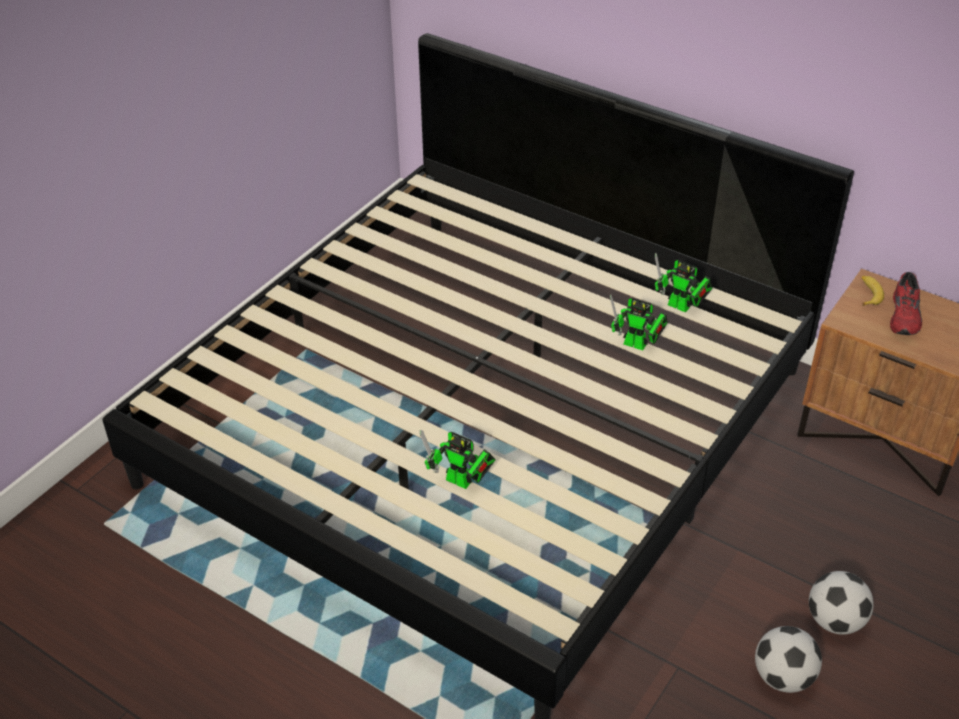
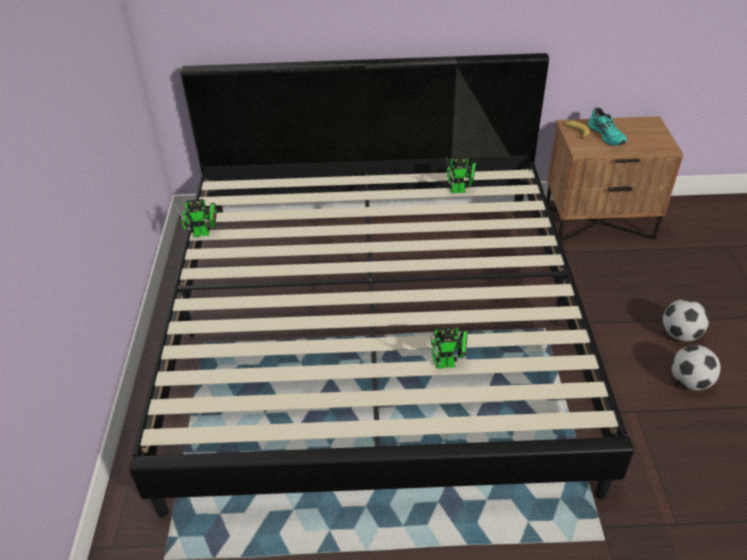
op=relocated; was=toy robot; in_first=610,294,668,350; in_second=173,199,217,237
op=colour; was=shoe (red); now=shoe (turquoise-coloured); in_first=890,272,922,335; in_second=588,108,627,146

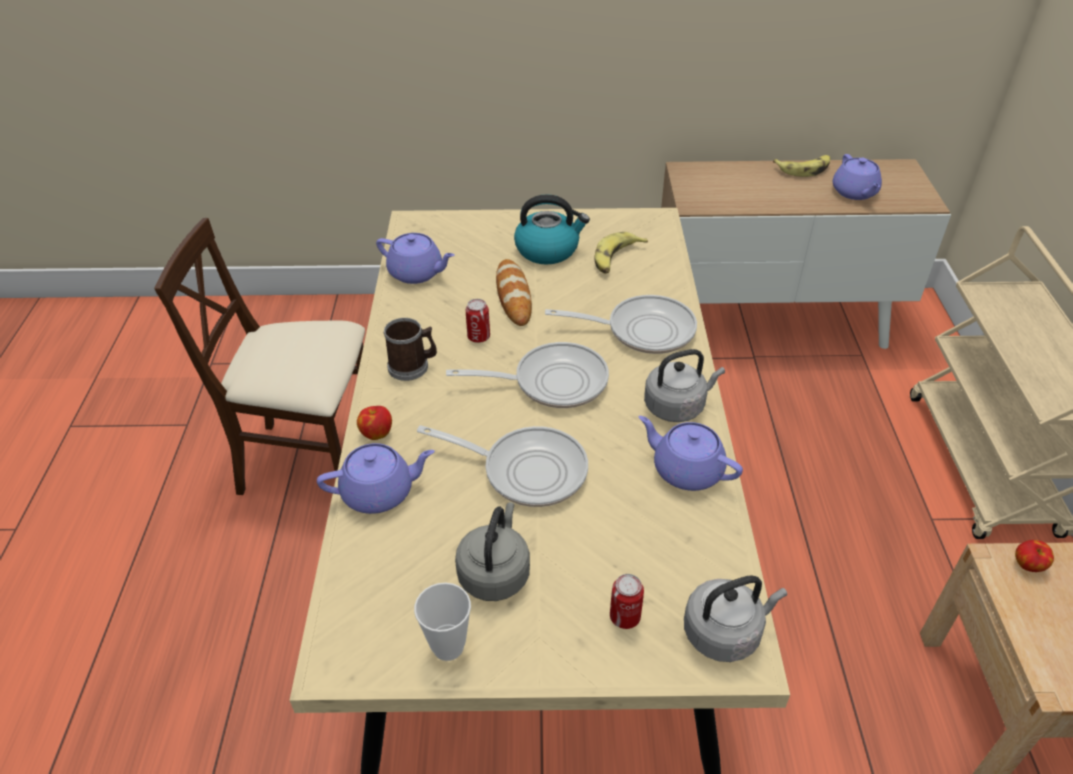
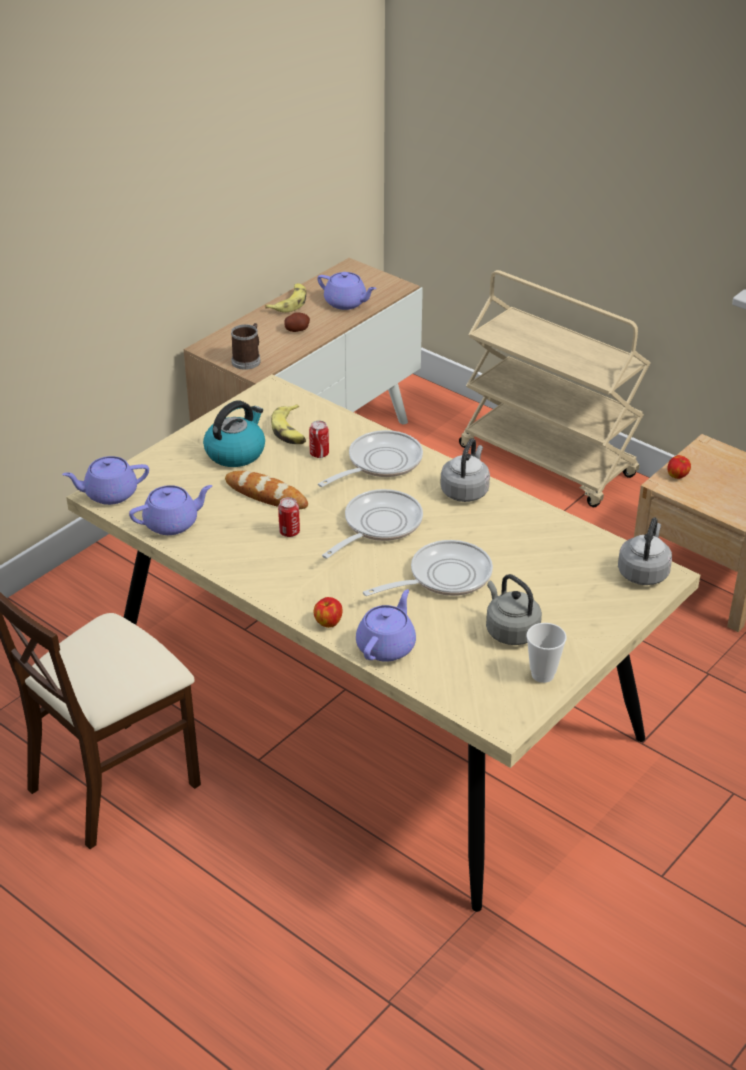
op=relocated; was=tea mug; in_first=383,318,437,381; in_second=231,323,261,370
op=relocated; was=metal can; in_first=610,574,644,629; in_second=309,420,329,458
op=relocated; was=tea pot (purple); in_first=638,416,743,491; in_second=62,456,149,505
op=appeared; now=spud; in_second=284,313,310,332

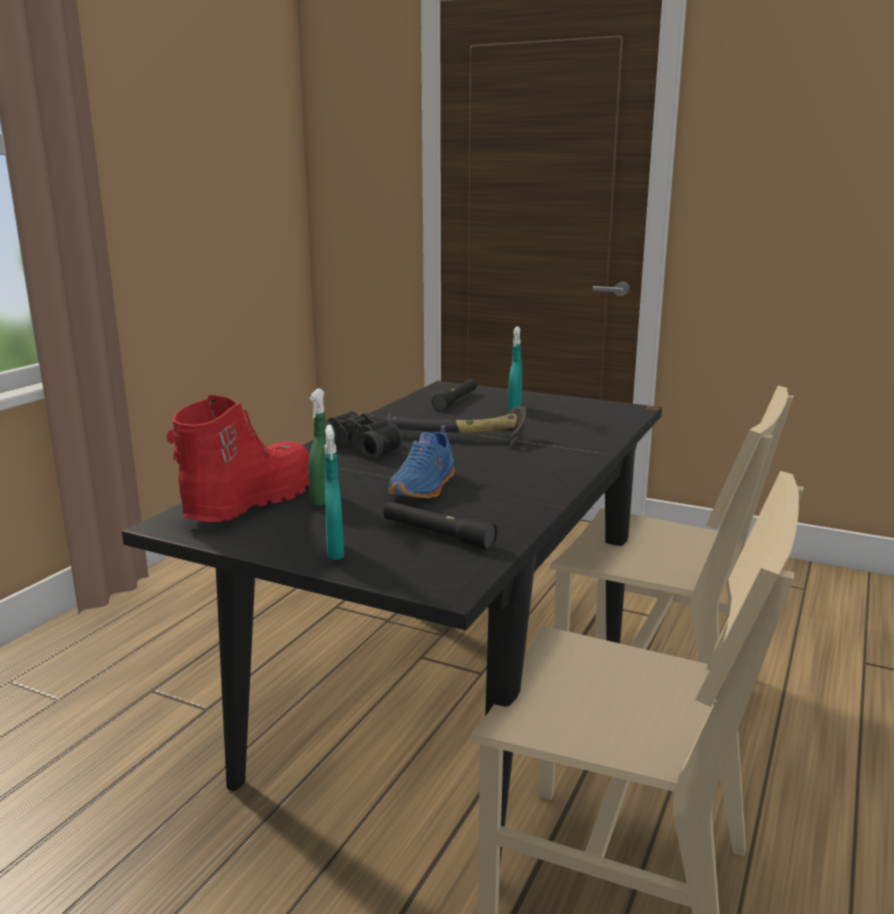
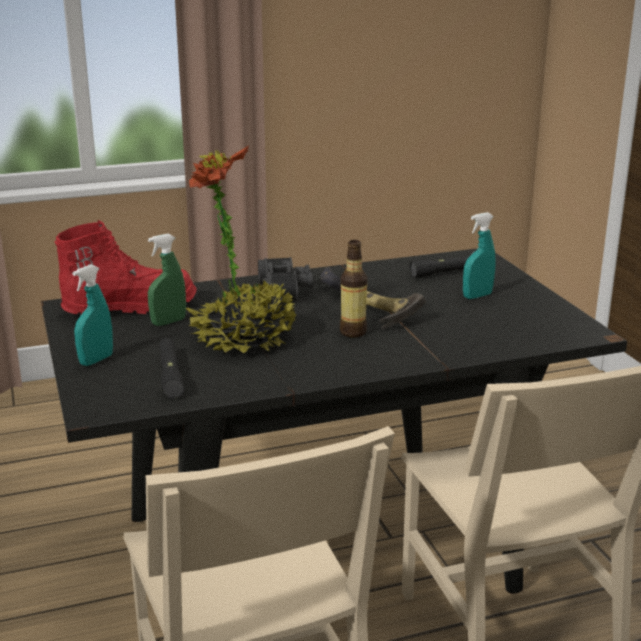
op=exchanged; was=shoe (blue); now=potted plant; in_first=388,425,455,498; in_second=186,146,296,353
op=appeared; now=drink bottle; in_second=340,240,367,337

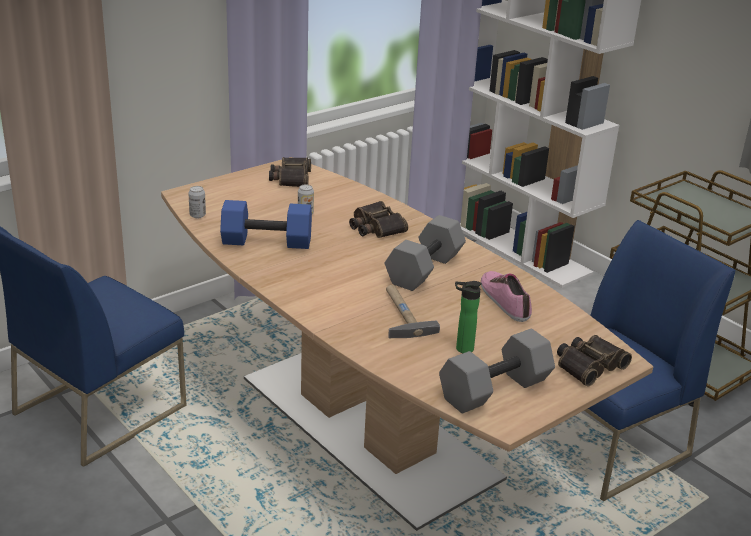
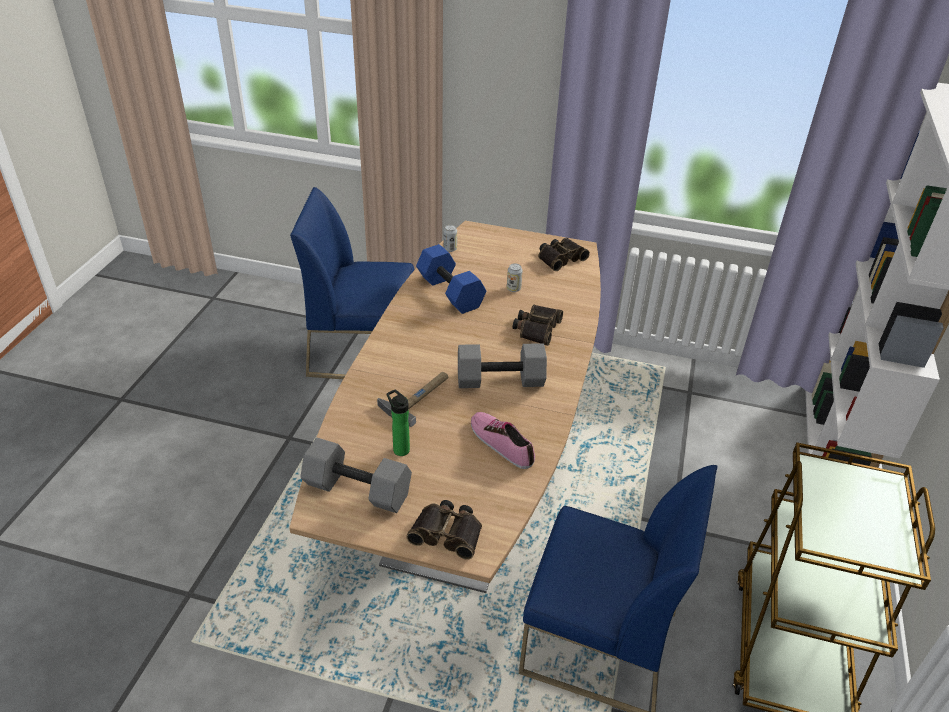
op=spun; was=shoe; in_first=481,271,532,322; in_second=471,412,535,469; clockwise=-75

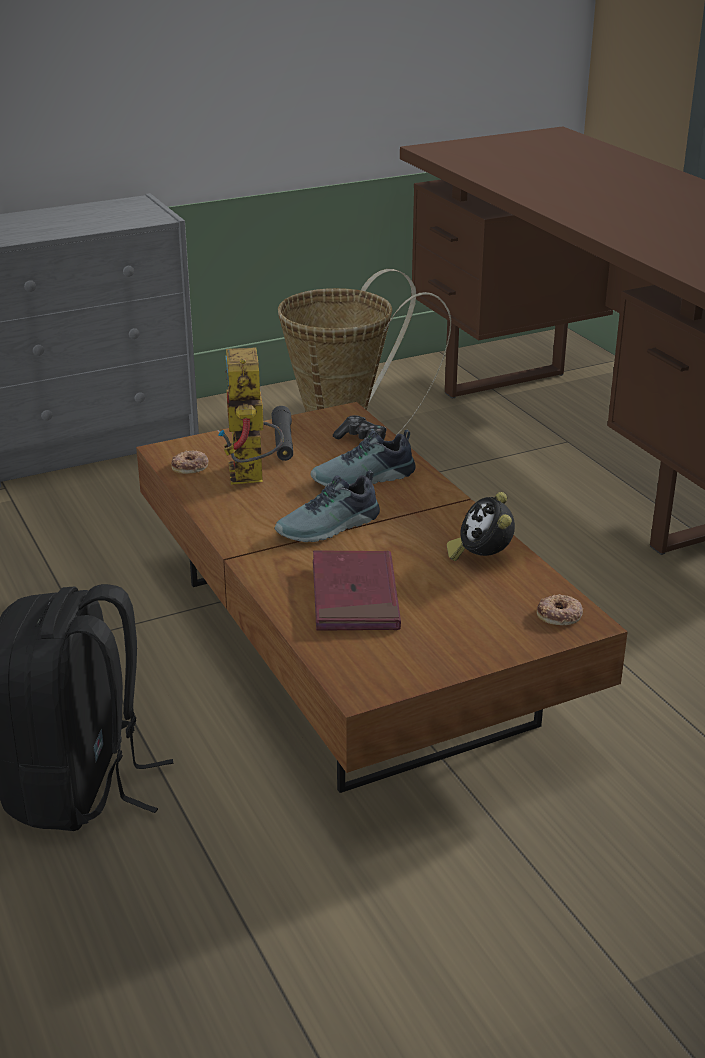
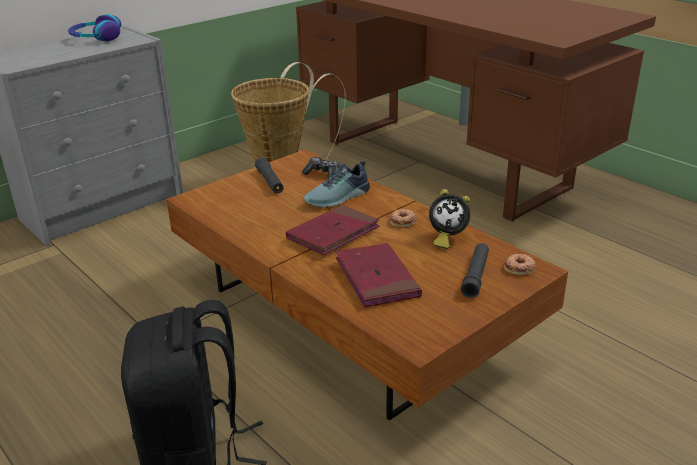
op=relocated; was=donut; in_first=171,450,209,474; in_second=390,209,417,227
op=missing; was=toy robot; in_first=217,347,284,485
op=exchanged; was=shoe; now=volume (red); in_first=274,470,380,542; in_second=286,205,380,255
op=spun; was=bedside clock; in_first=447,492,515,561; in_second=429,189,470,249; clockwise=-60
op=appeared; now=pair of headphones; in_second=68,14,121,41
op=appeared; now=torch (black-coloured); in_second=461,243,489,298

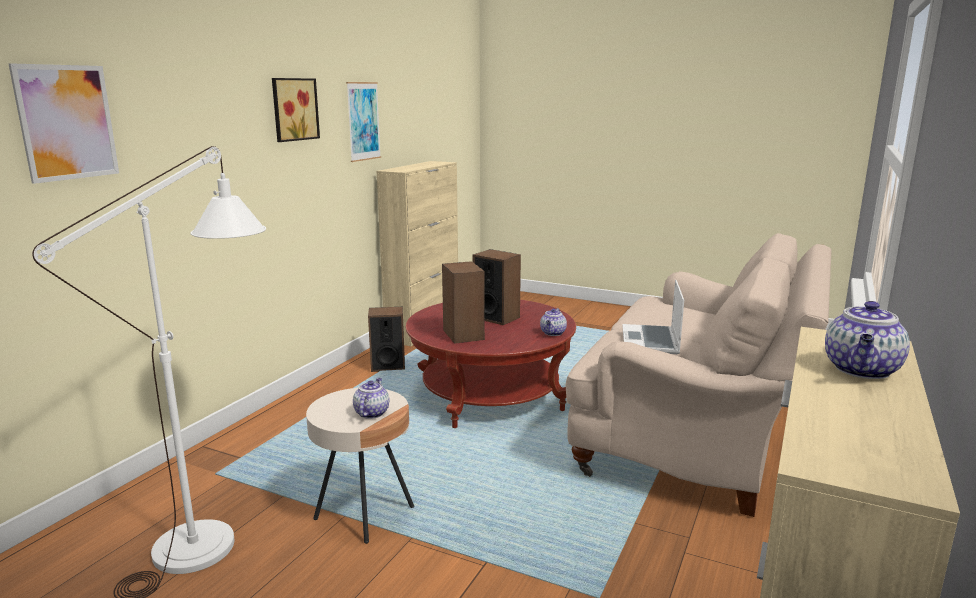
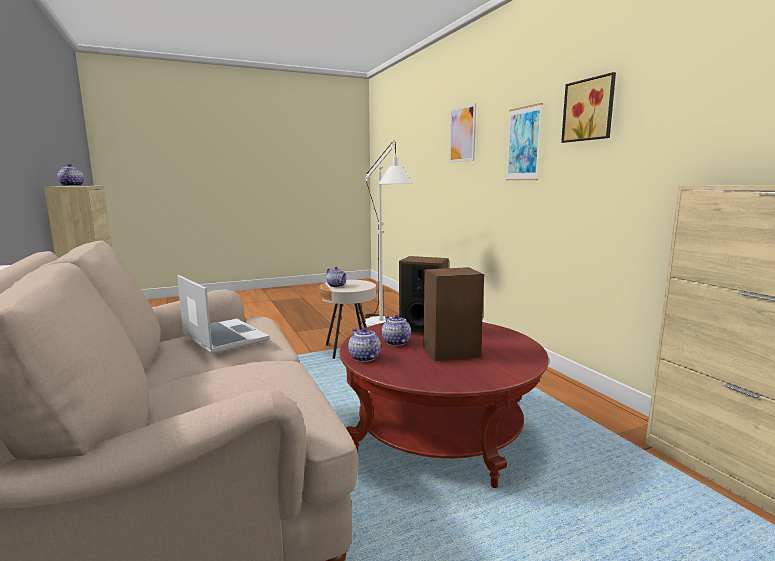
op=relocated; was=wall art; in_first=346,82,381,162; in_second=506,103,543,180
op=missing; was=audio speaker; in_first=368,307,405,372
op=appeared; now=tea pot; in_second=382,315,411,346

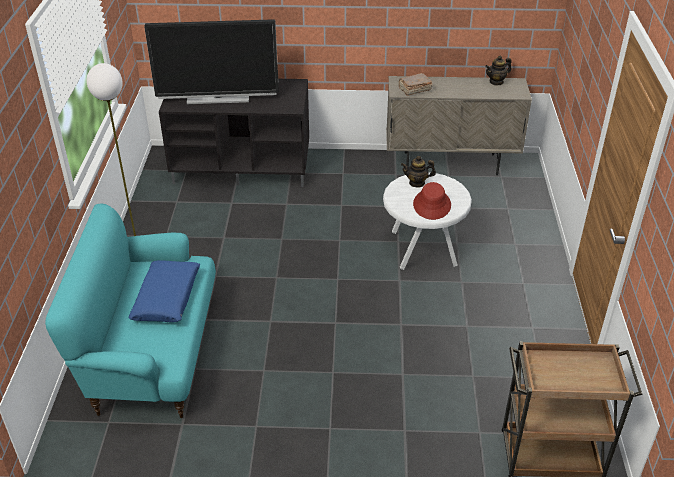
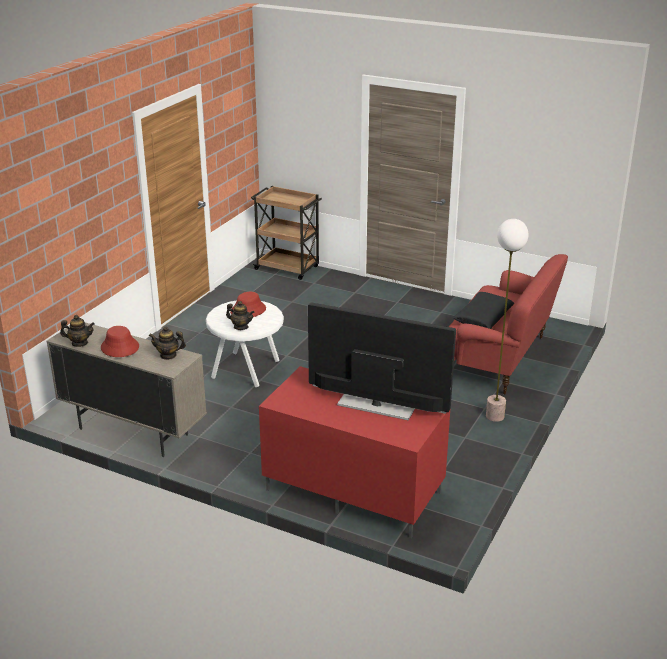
op=colour; was=sofa (turquoise-coloured); now=sofa (red); in_first=45,203,216,418; in_second=449,254,568,395
op=colour; was=cushion (blue); now=cushion (black-coloured); in_first=128,260,200,322; in_second=453,292,514,329
op=colour; was=tv stand (black-coloured); now=tv stand (red); in_first=159,79,309,187; in_second=259,366,450,538
op=exchanged; was=volume (brown); now=tea pot; in_first=398,73,432,96; in_second=149,326,186,360
op=appeared; now=wearable hat (red); in_second=101,326,139,357

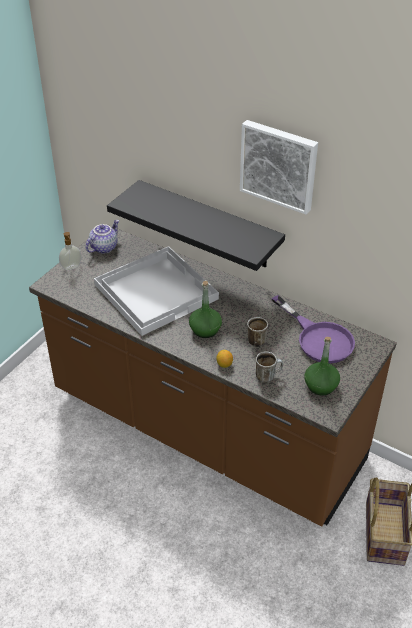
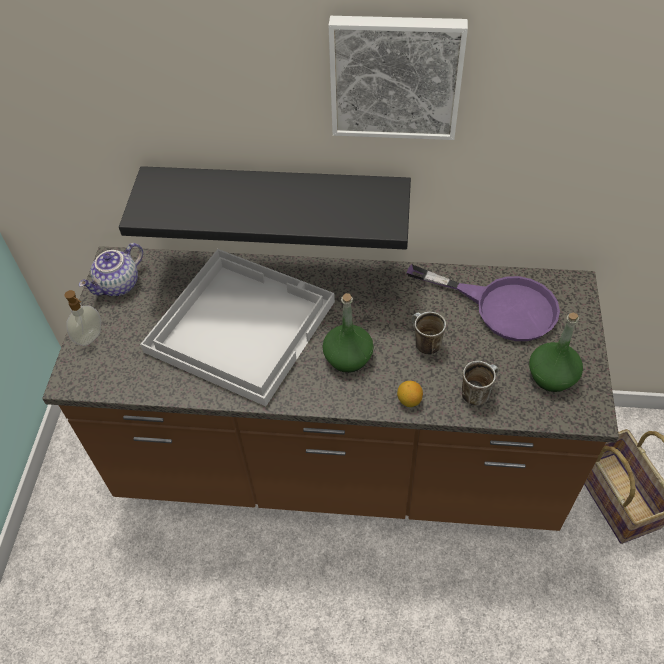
op=spun; was=tea pot; in_first=85,220,119,253; in_second=79,243,143,296; clockwise=-150

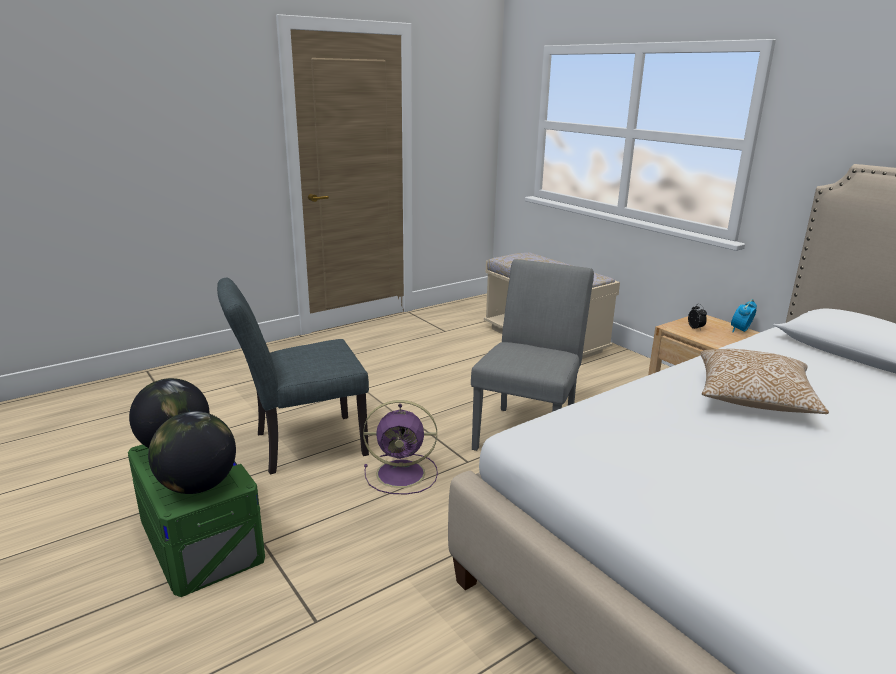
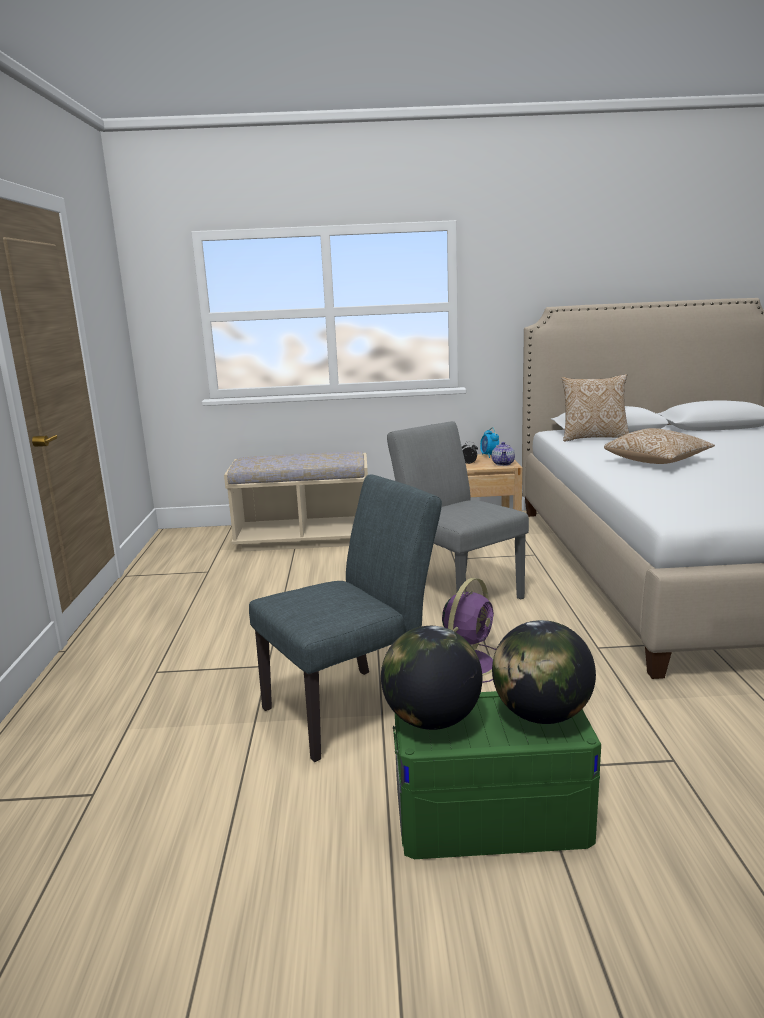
op=spun; was=plain chair (grey); in_first=217,278,369,474; in_second=249,475,442,762; clockwise=-135
op=appeared; now=tea pot; in_second=492,442,515,466
op=appeared; now=cushion; in_second=562,374,629,442

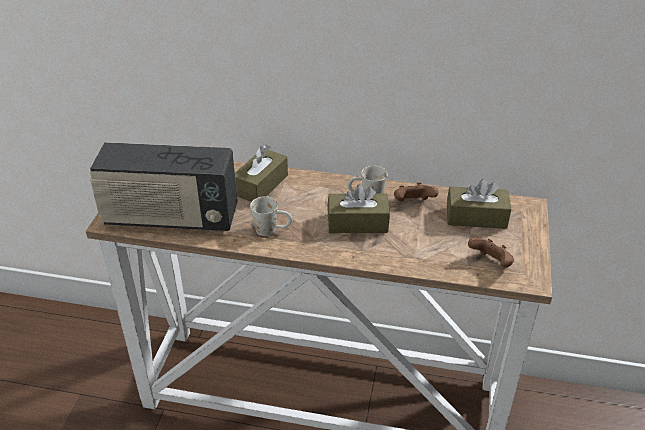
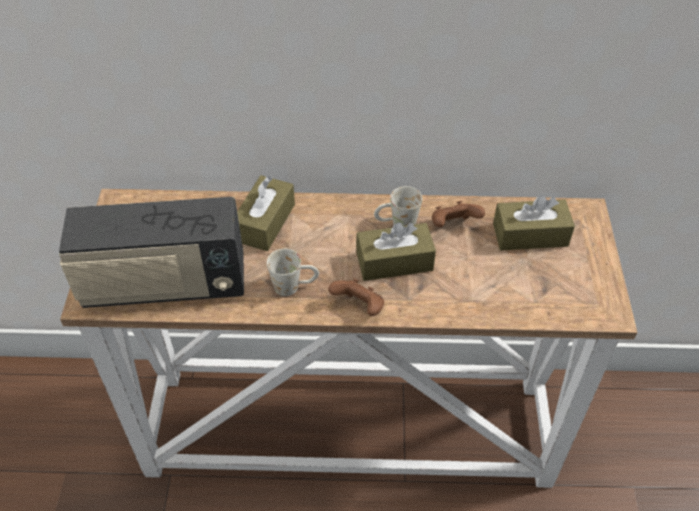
op=relocated; was=gamepad (brown); in_first=468,238,514,267; in_second=328,278,384,316

